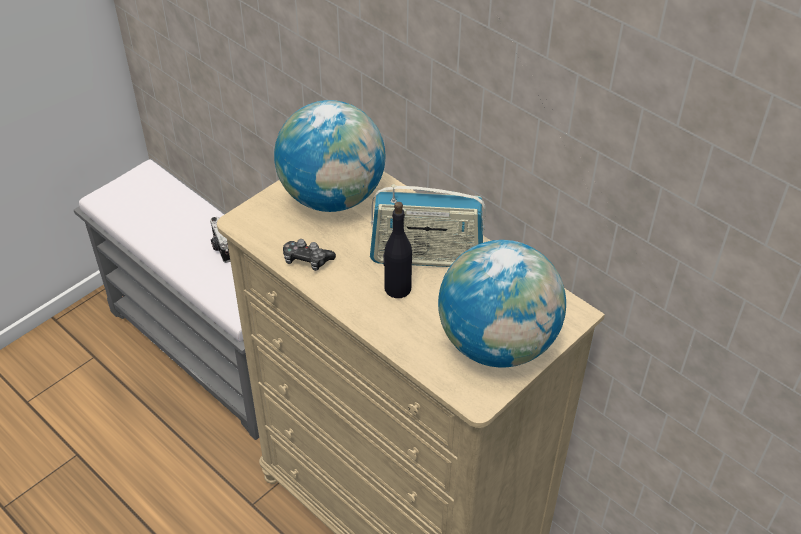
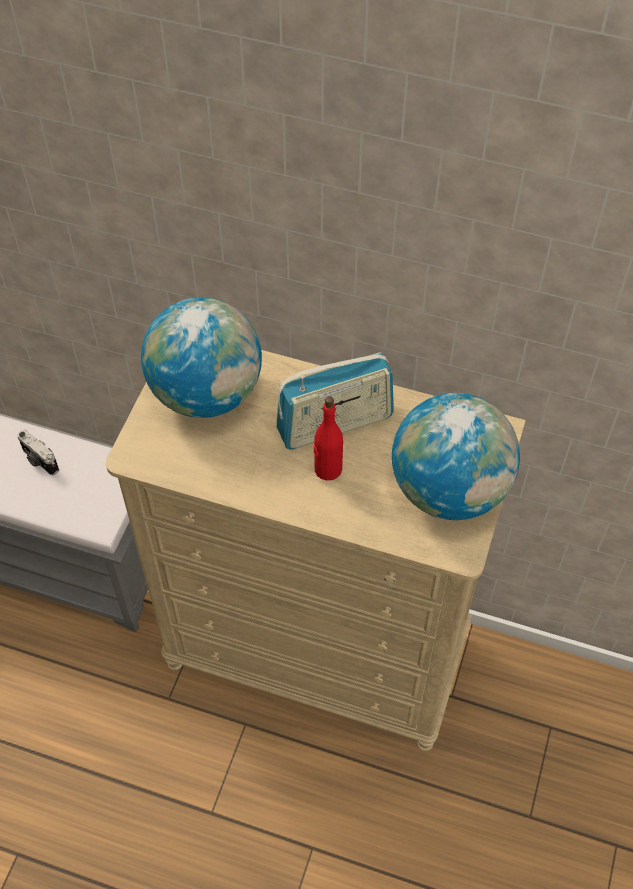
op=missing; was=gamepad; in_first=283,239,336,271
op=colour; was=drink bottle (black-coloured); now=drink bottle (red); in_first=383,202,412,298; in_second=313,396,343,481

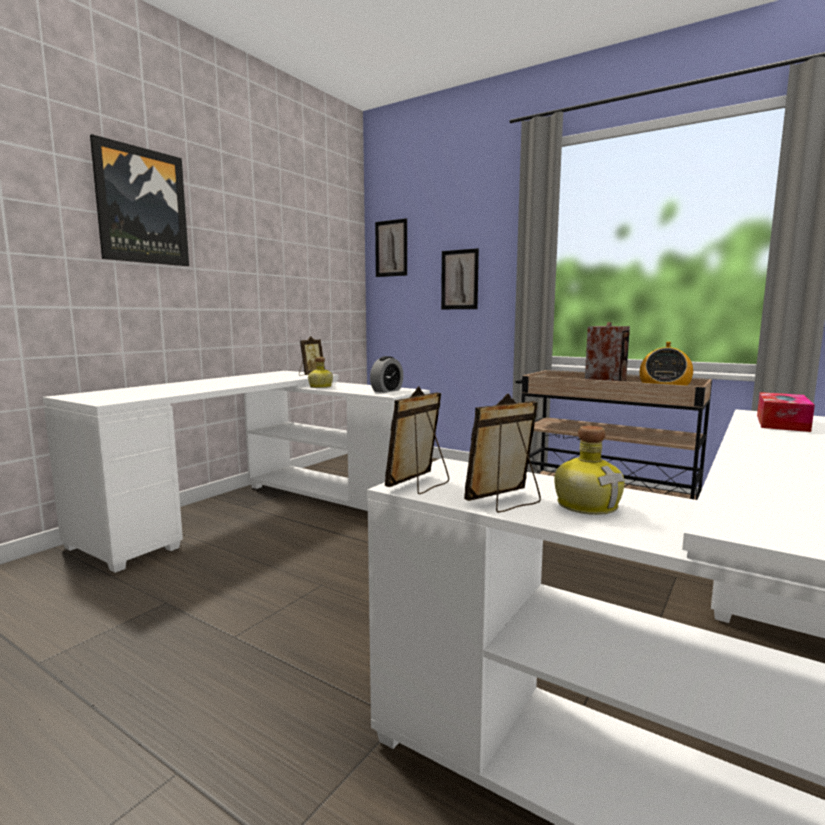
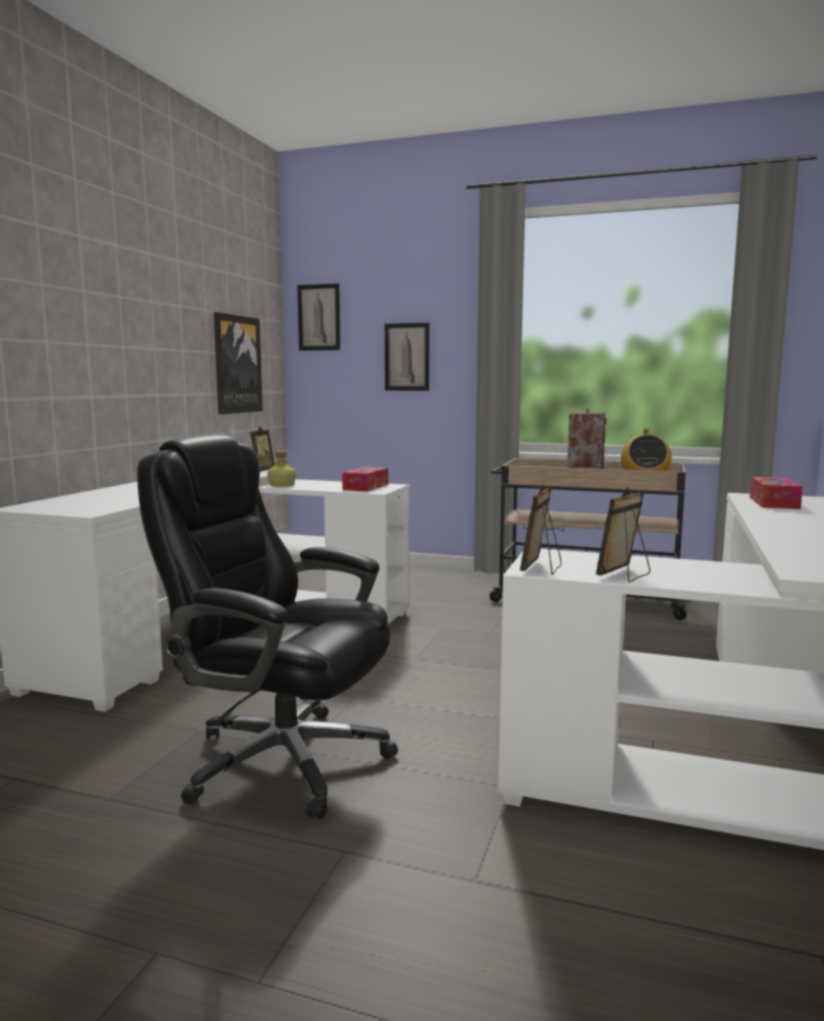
op=relocated; was=wall art; in_first=90,134,189,266; in_second=214,312,263,414
op=exchanged; was=bedside clock; now=tissue holder; in_first=370,356,403,393; in_second=342,467,388,492
op=missing; was=drink bottle; in_first=555,425,625,515
op=appeared; now=desk chair (black-coloured); in_second=137,435,398,819

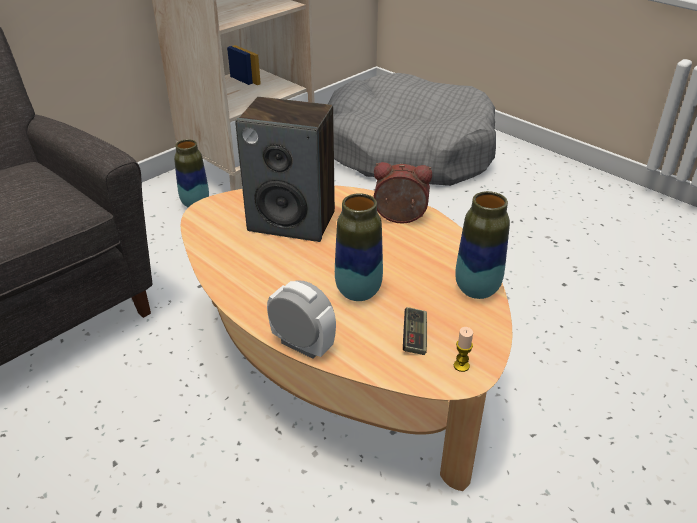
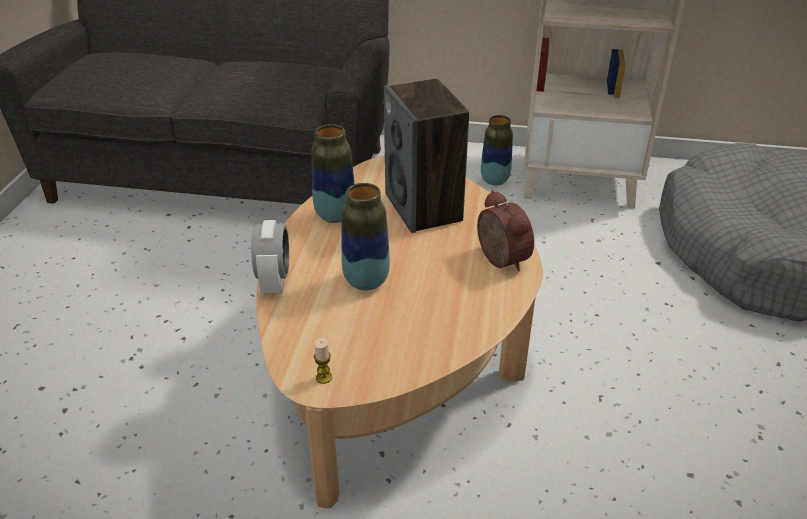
op=missing; was=gamepad; in_first=403,307,427,355
op=relocated; was=flower vase; in_first=455,191,510,299; in_second=311,124,355,223

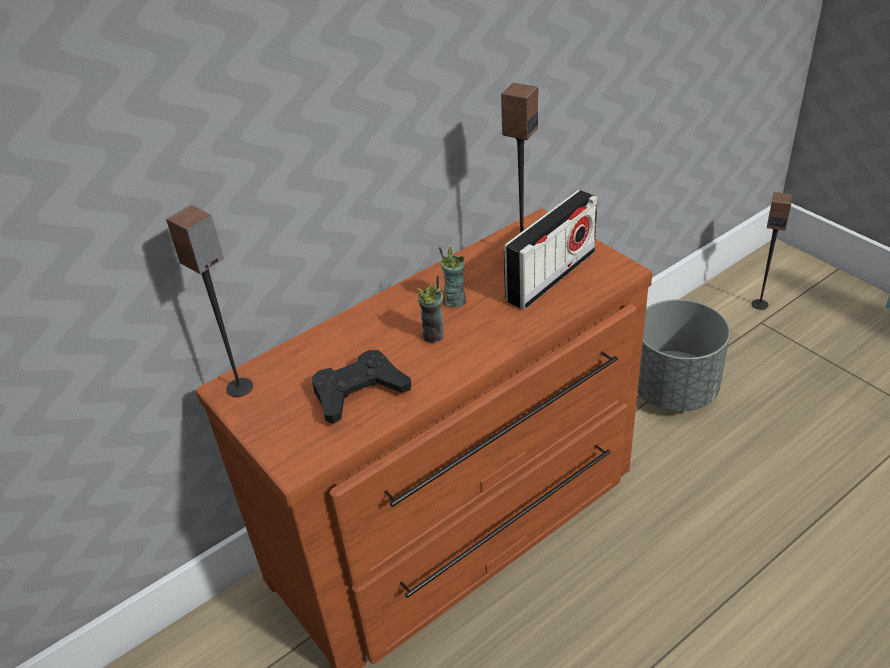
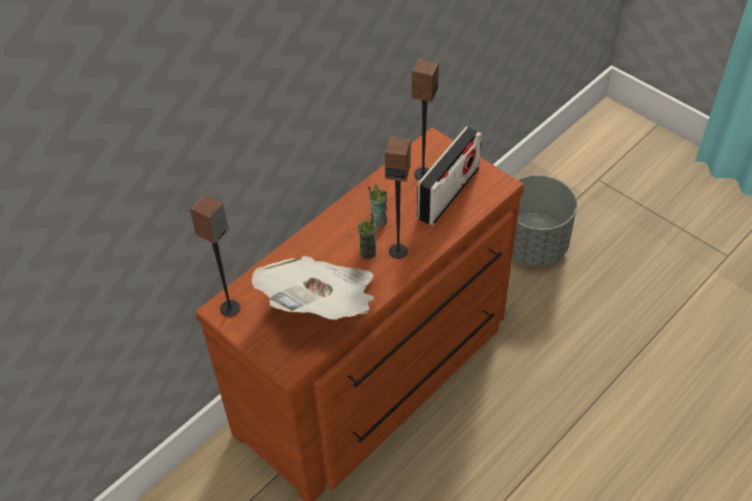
op=exchanged; was=gamepad (black-coloured); now=printed paper; in_first=312,350,411,424; in_second=252,256,374,320
op=relocated; was=audio speaker; in_first=752,192,793,310; in_second=385,137,411,259

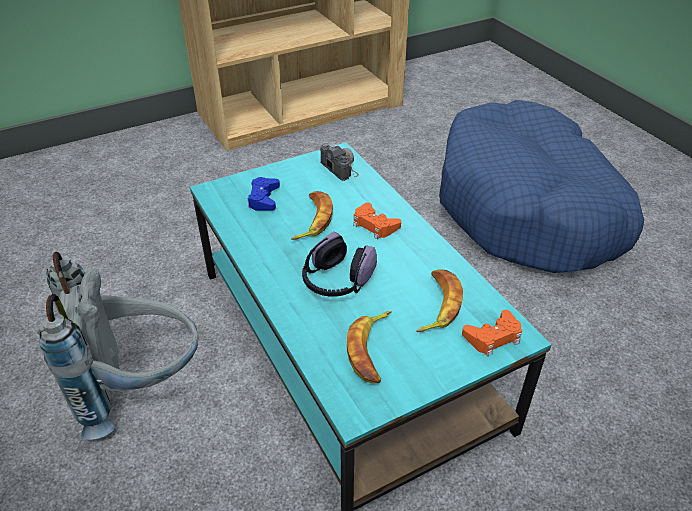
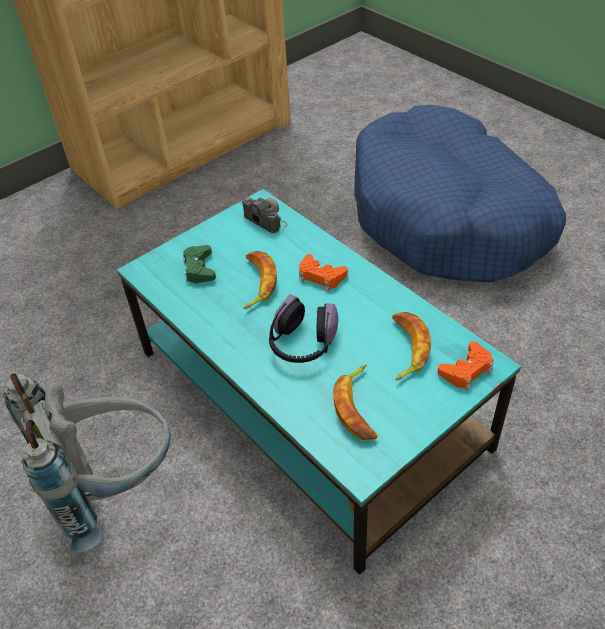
op=colour; was=gamepad (blue); now=gamepad (greenish); in_first=248,177,280,211; in_second=183,245,216,283

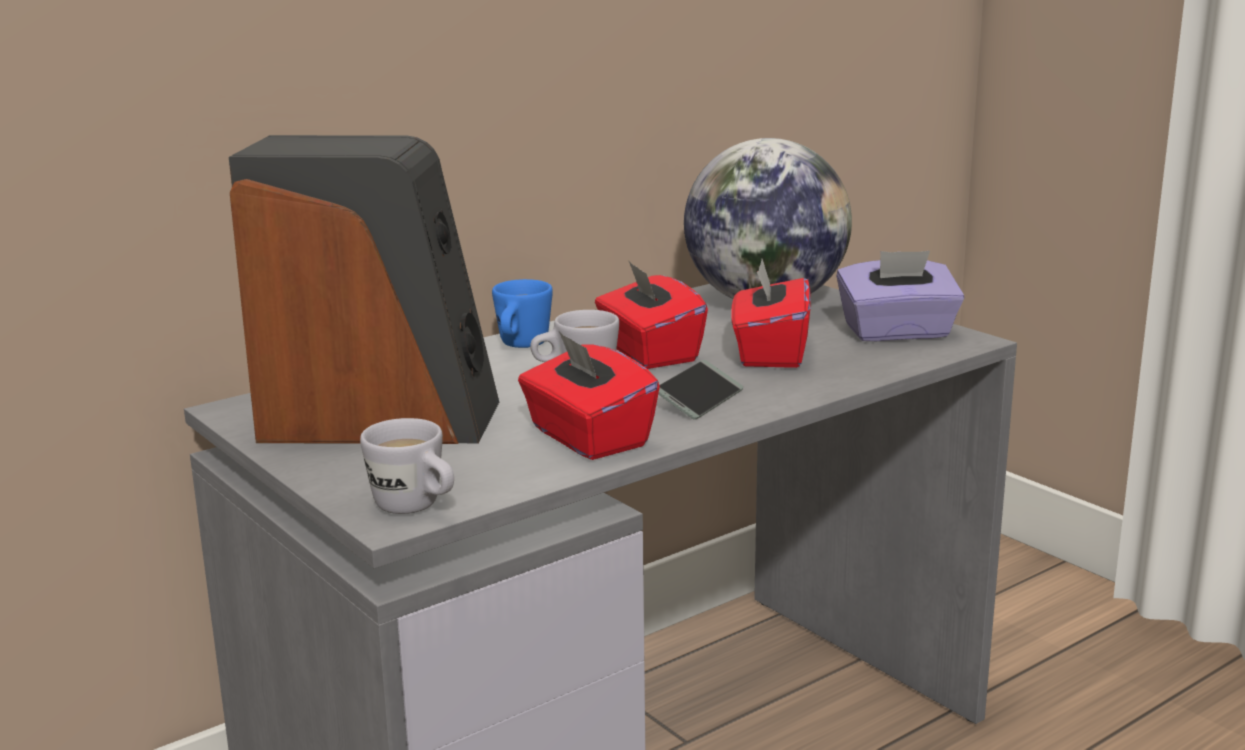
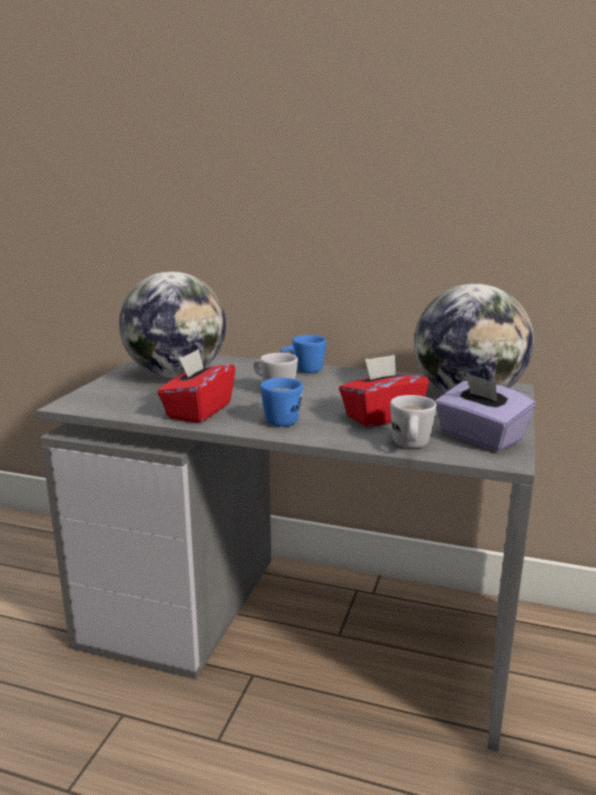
op=exchanged; was=audio speaker; now=globe; in_first=229,135,499,444; in_second=119,271,226,378
op=relocated; was=tea mug (white); in_first=360,418,454,514; in_second=390,395,437,448
op=missing; was=tissue holder (red); in_first=595,260,708,369
op=exchanged; was=handset; now=tea mug (blue); in_first=658,360,743,420; in_second=260,378,303,427

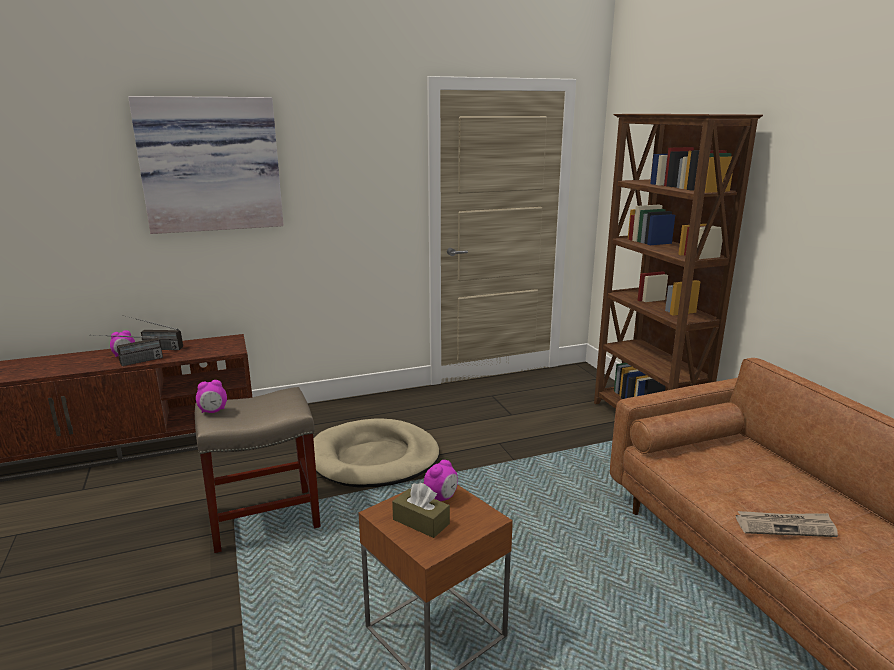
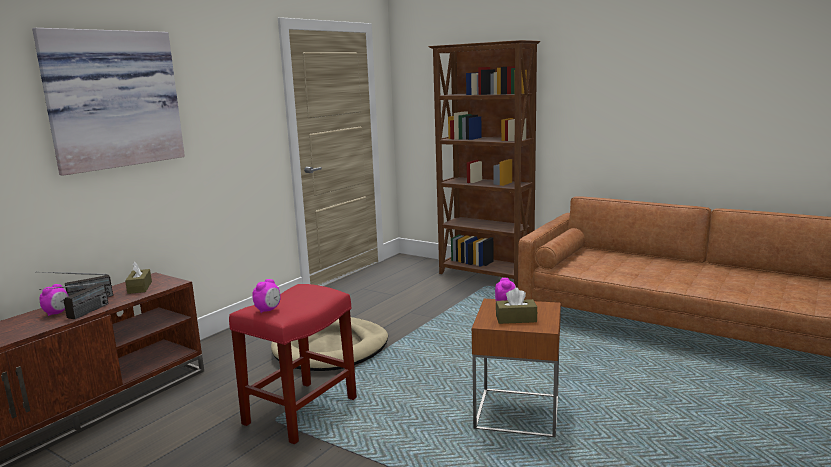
op=colour; was=stool (beige); now=stool (red); in_first=195,387,321,553; in_second=229,284,357,445
op=missing; was=printed paper; in_first=736,511,838,537
op=appeared; now=tissue holder (brown); in_second=125,261,152,294

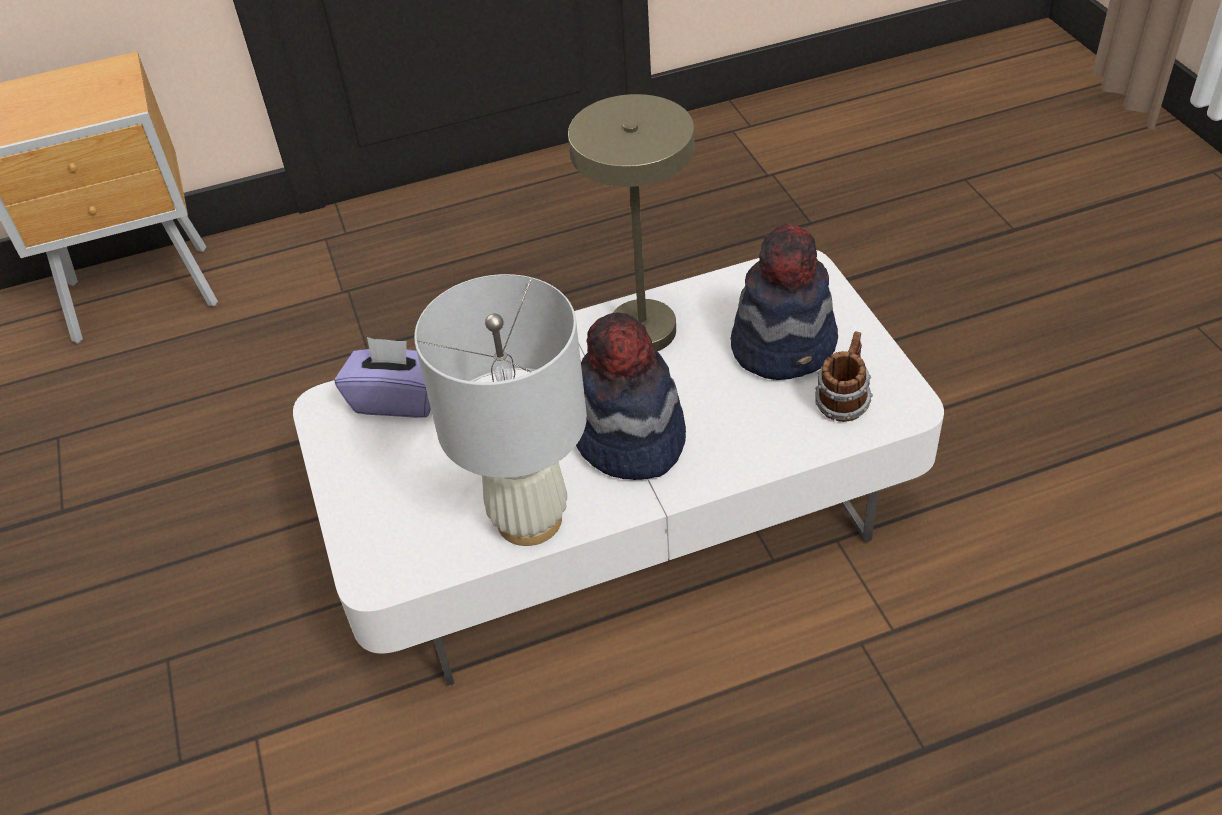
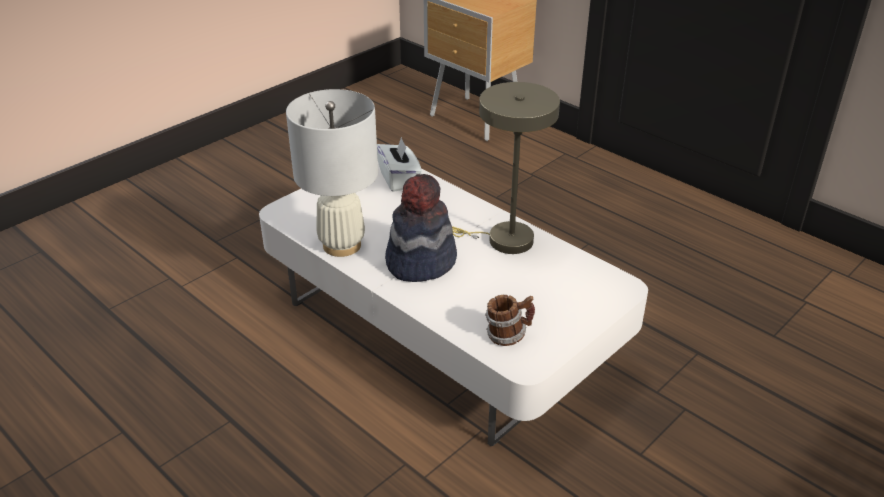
op=colour; was=tissue holder (purple); now=tissue holder (white); in_first=334,337,431,418; in_second=377,136,422,192
op=missing; was=wearable hat; in_first=731,223,838,380

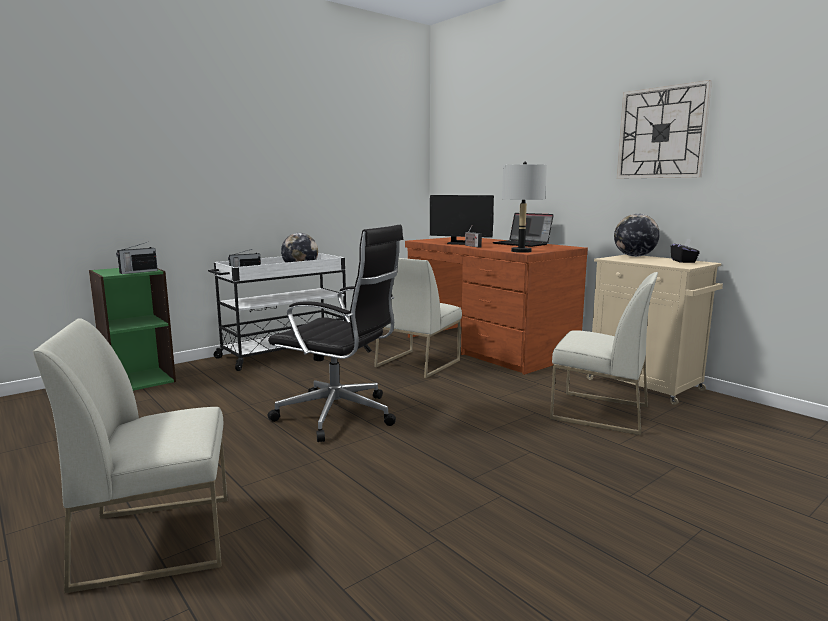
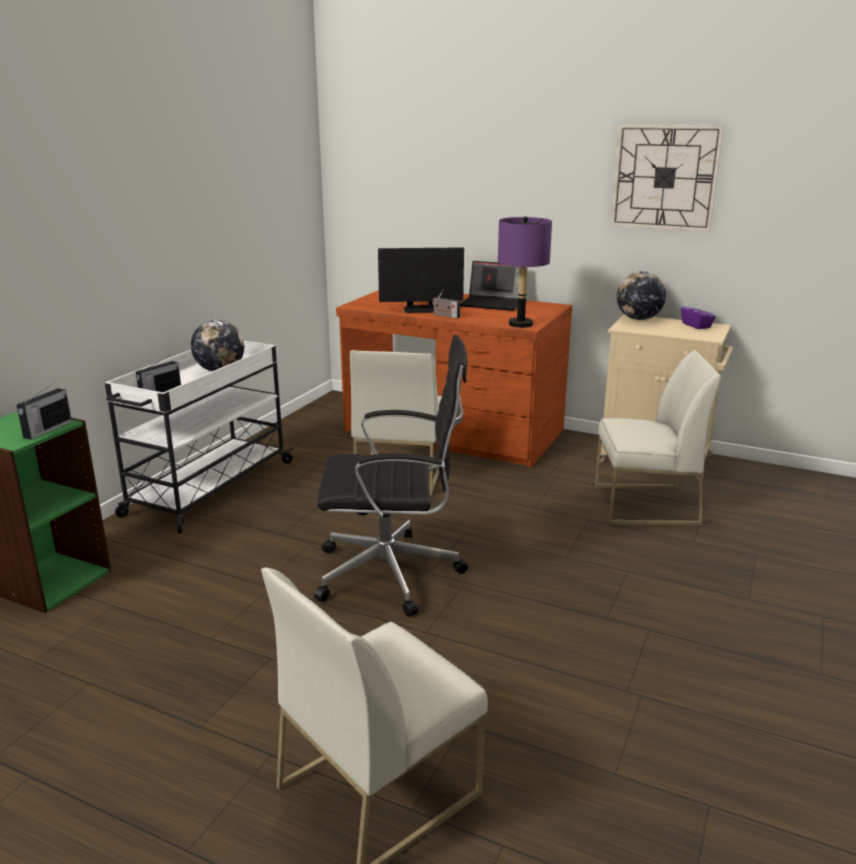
op=colour; was=table lamp (grey); now=table lamp (purple); in_first=502,162,547,253; in_second=498,216,552,328
op=colour; was=tissue holder (black-coloured); now=tissue holder (purple); in_first=671,239,700,263; in_second=681,301,716,329

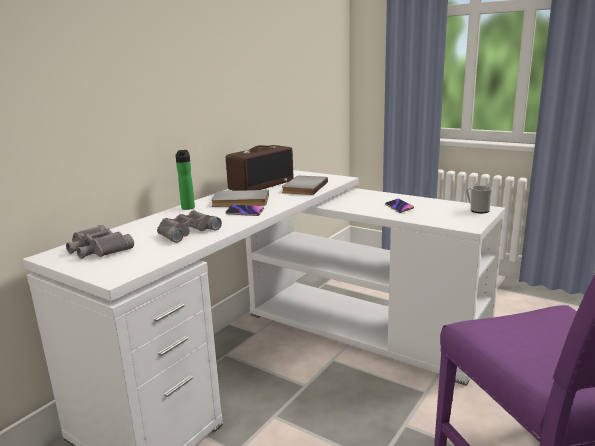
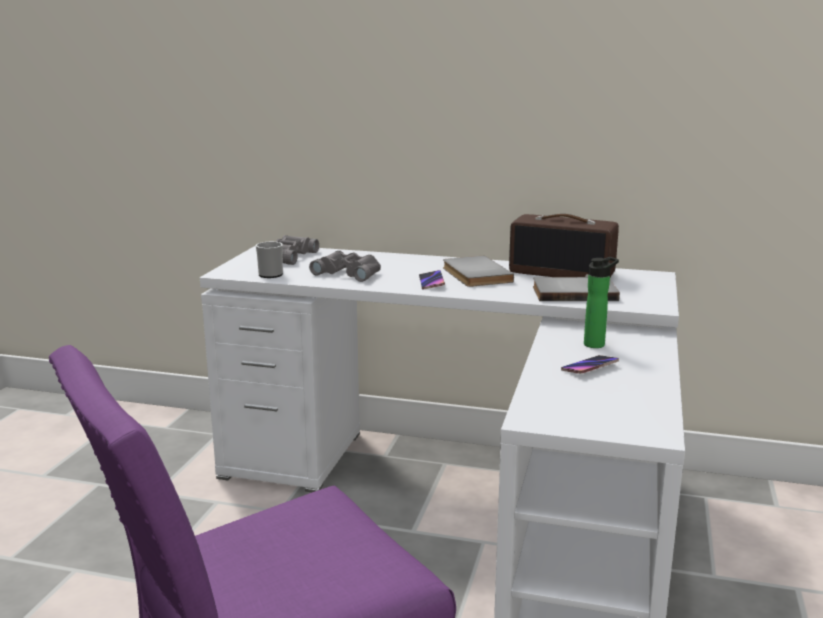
op=relocated; was=drink bottle; in_first=175,150,195,210; in_second=584,257,619,348
op=relocated; was=tea mug; in_first=466,185,493,213; in_second=256,242,283,278

